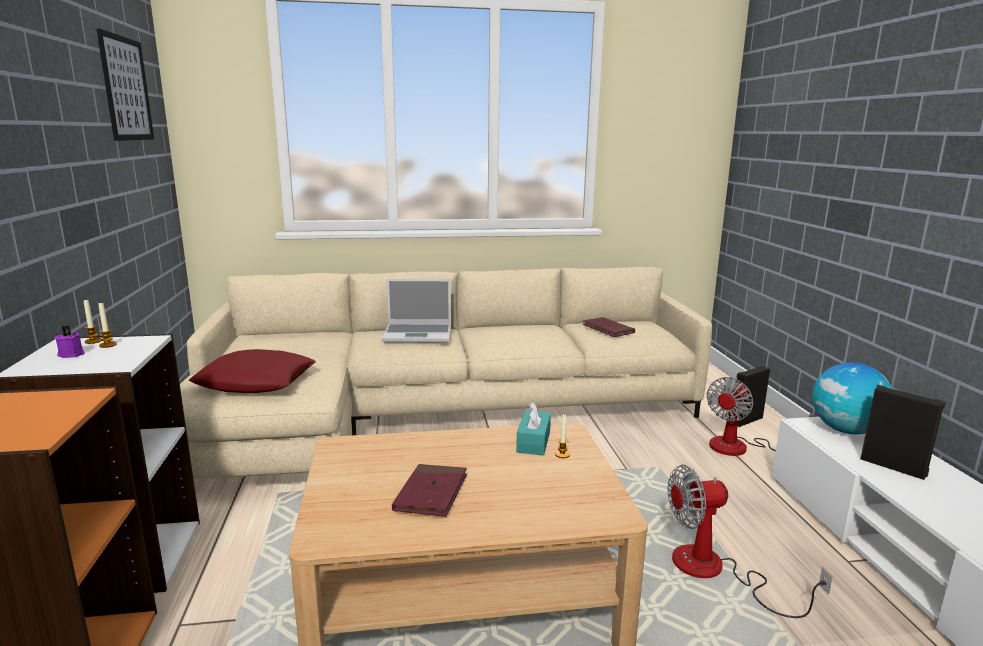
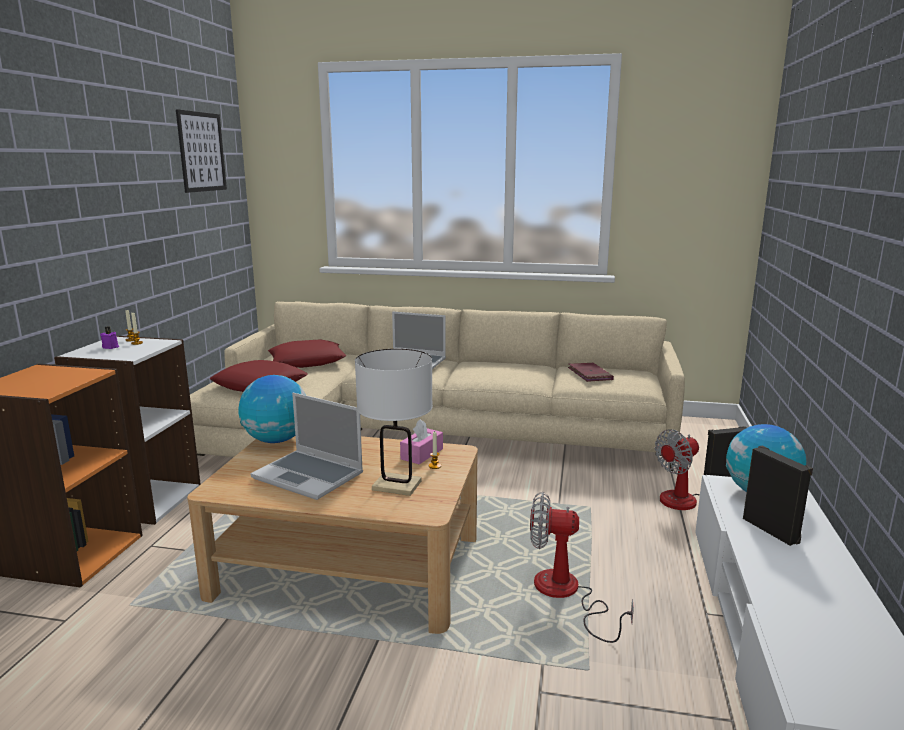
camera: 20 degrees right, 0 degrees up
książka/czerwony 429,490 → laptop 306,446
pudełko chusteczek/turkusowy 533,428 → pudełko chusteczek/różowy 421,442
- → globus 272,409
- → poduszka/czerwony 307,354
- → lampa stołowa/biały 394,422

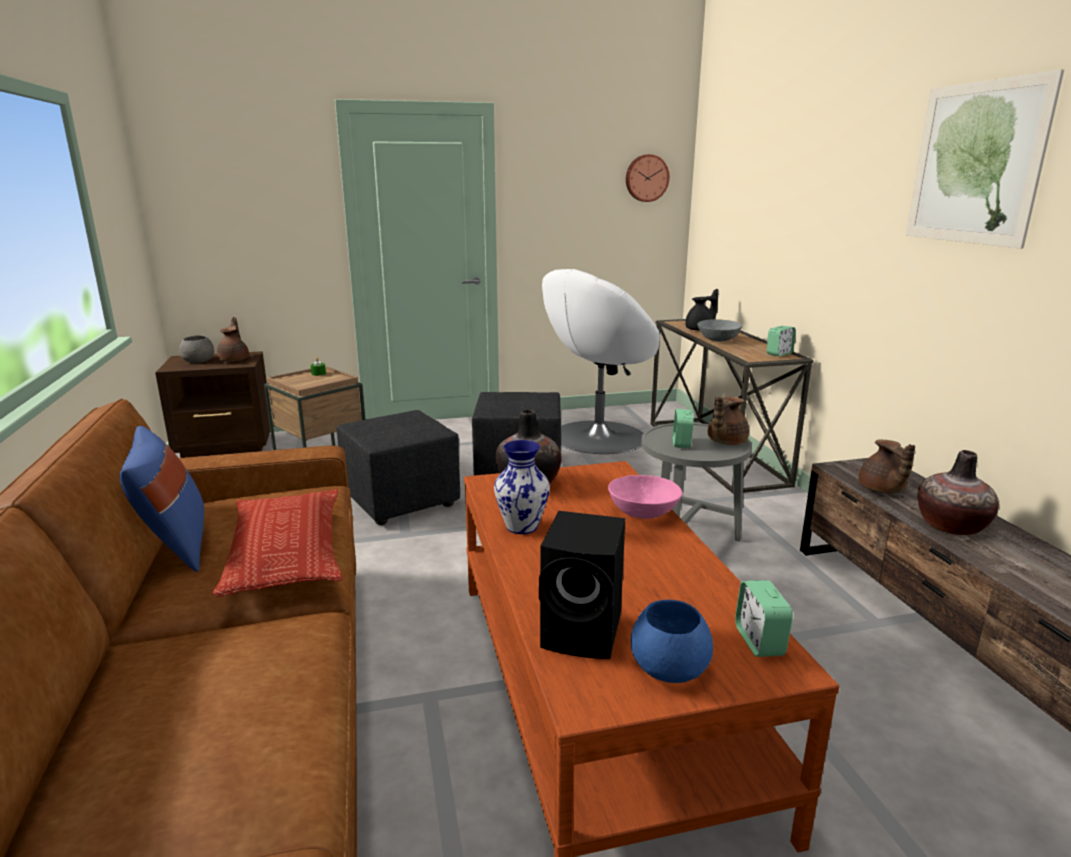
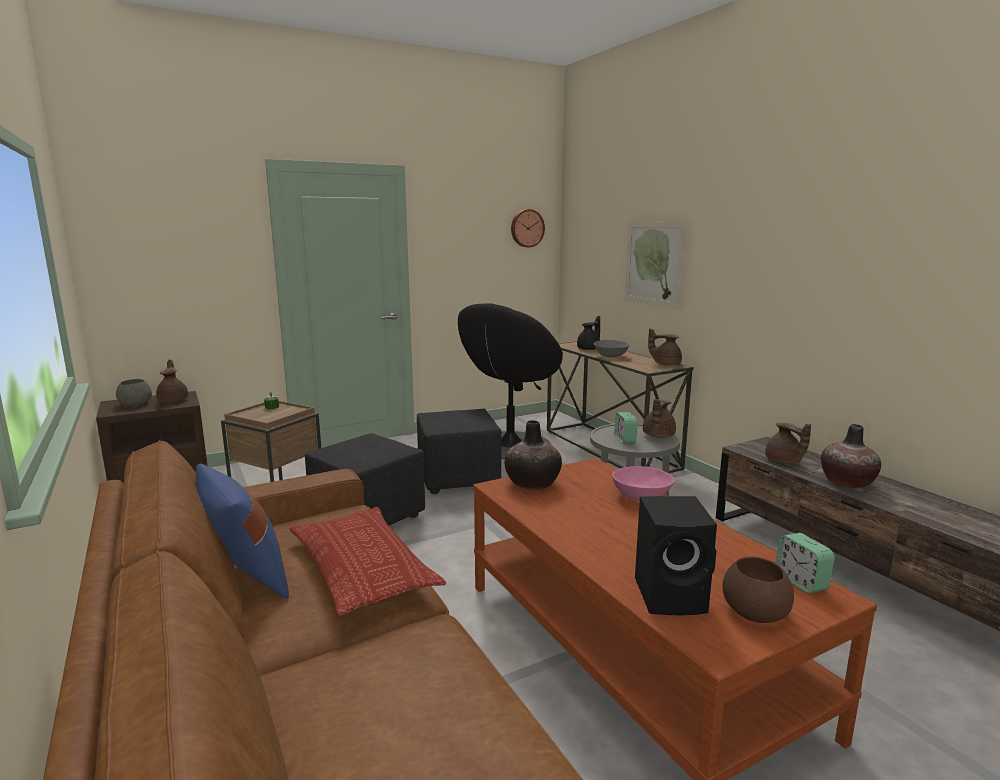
camera: 15 degrees left, 5 degrees down
wazon 522,487 → -
fotel/biały 601,361 → fotel/czarny 510,381
miska/niebieski 672,641 → miska/brązowy 758,590
budzik 781,341 → imbryk/brązowy 665,346
obraz 985,158 → obraz 656,265, relocated

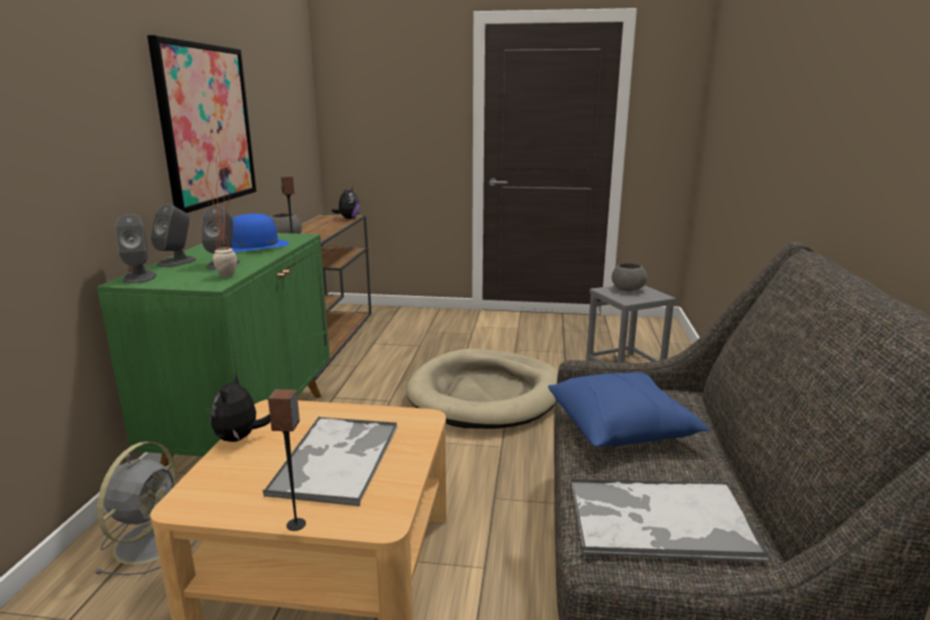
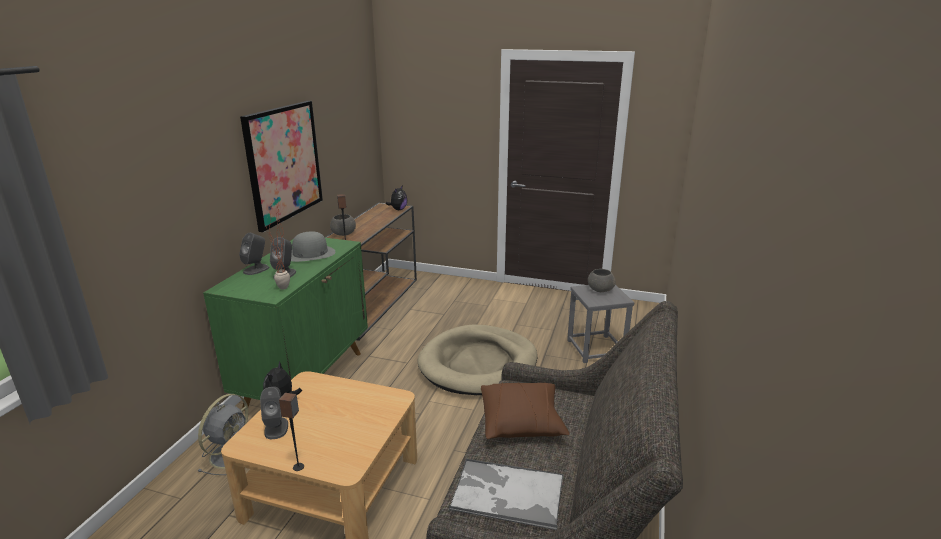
camera: 10 degrees right, 5 degrees up
głośnik/szary 135,249 → głośnik/szary 274,413, relocated
kapelusz/niebieski 260,233 → kapelusz/szary 313,246
taca 330,461 → -
poduszka/niebieski 629,409 → poduszka/brązowy 525,411

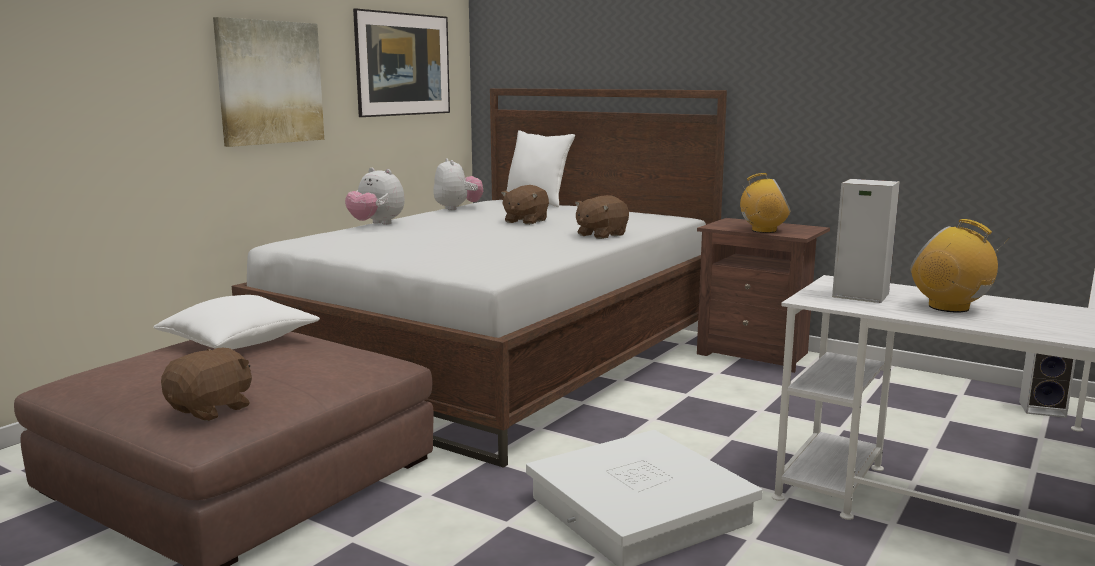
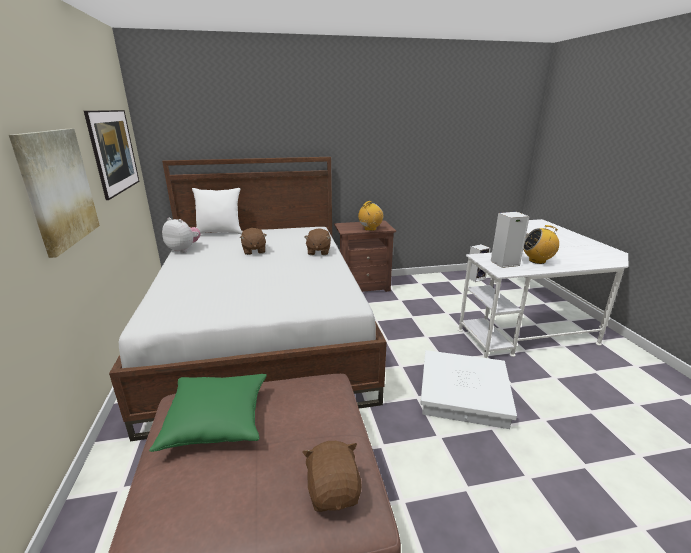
camera: 45 degrees left, 10 degrees up
poduszka/biały 237,322 → poduszka/zielony 208,413
pluszak 375,196 → -

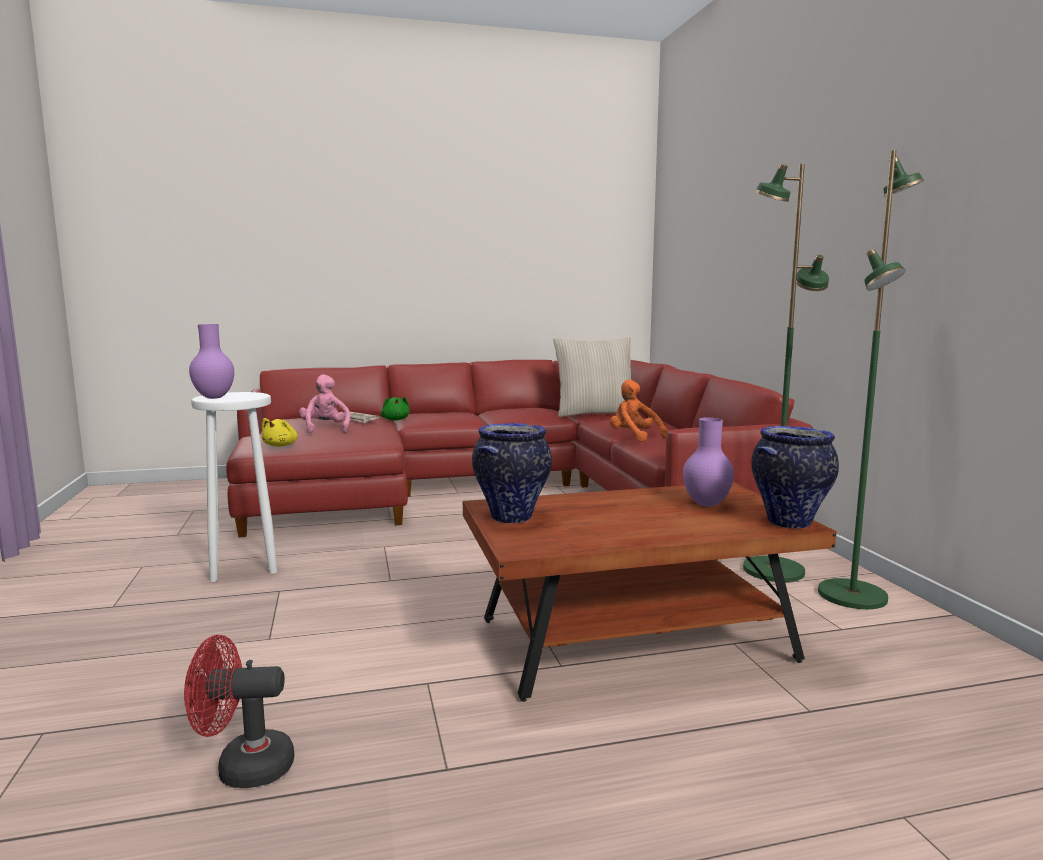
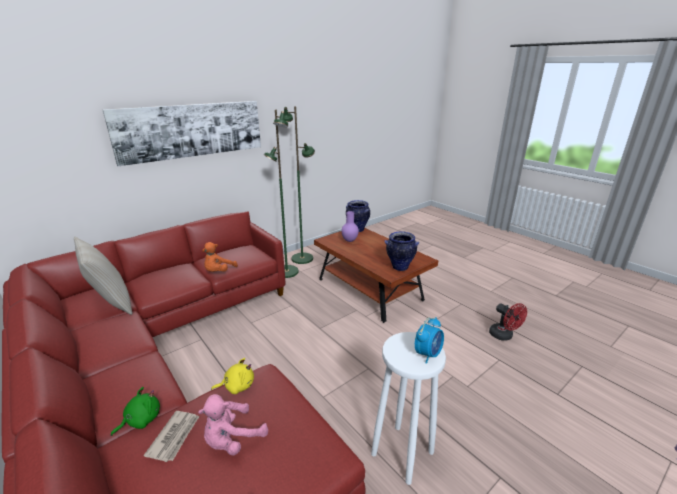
camera: 115 degrees left, 15 degrees up
wazon/fioletowy 211,361 → budzik 429,340
pluszak/żółty 279,432 → pluszak/żółty 232,376, relocated
- → obraz 182,133

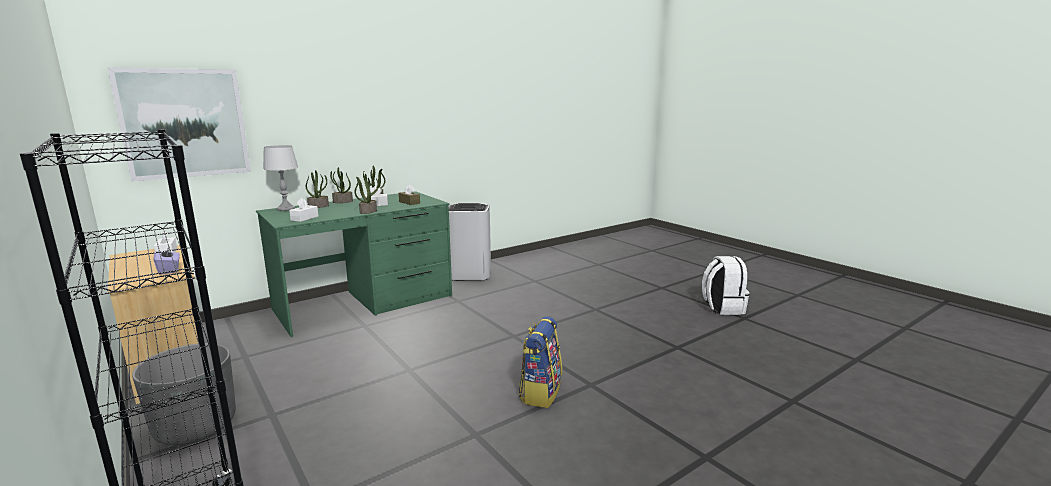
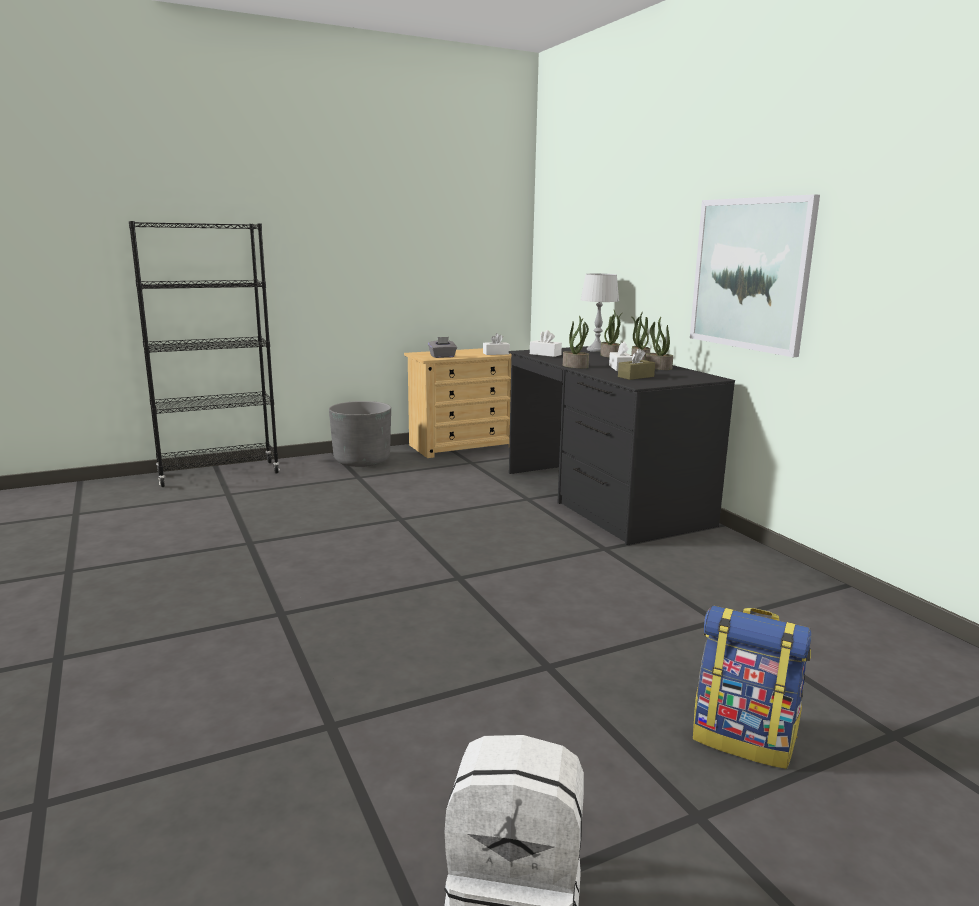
camera: 100 degrees right, 0 degrees up
obraz 179,124 → obraz 755,275, relocated
pudełko chusteczek/fioletowy 166,260 → pudełko chusteczek/szary 442,347
biurko/zielony 354,264 → biurko/czarny 622,445
kosz na śmieci/biały 470,242 → -
plecak 540,362 → plecak 752,687, relocated

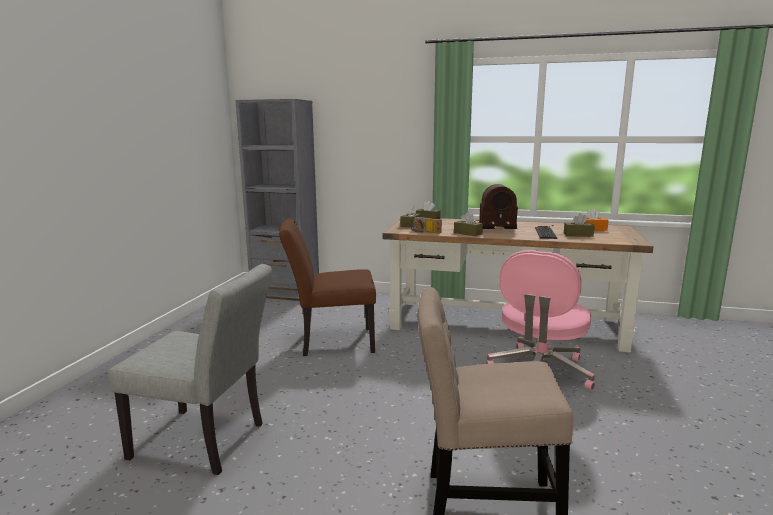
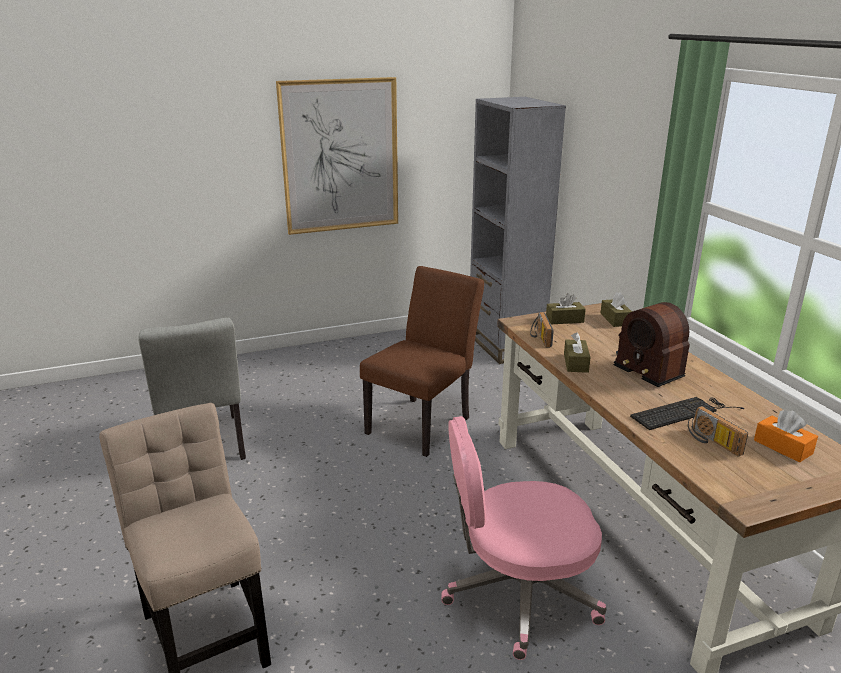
camera: 55 degrees right, 10 degrees up
krzesło/brązowy 327,287 → krzesło/brązowy 422,361, 75 degrees clockwise
pudełko chusteczek/brązowy 579,225 → radio 718,431
- → obraz 337,156

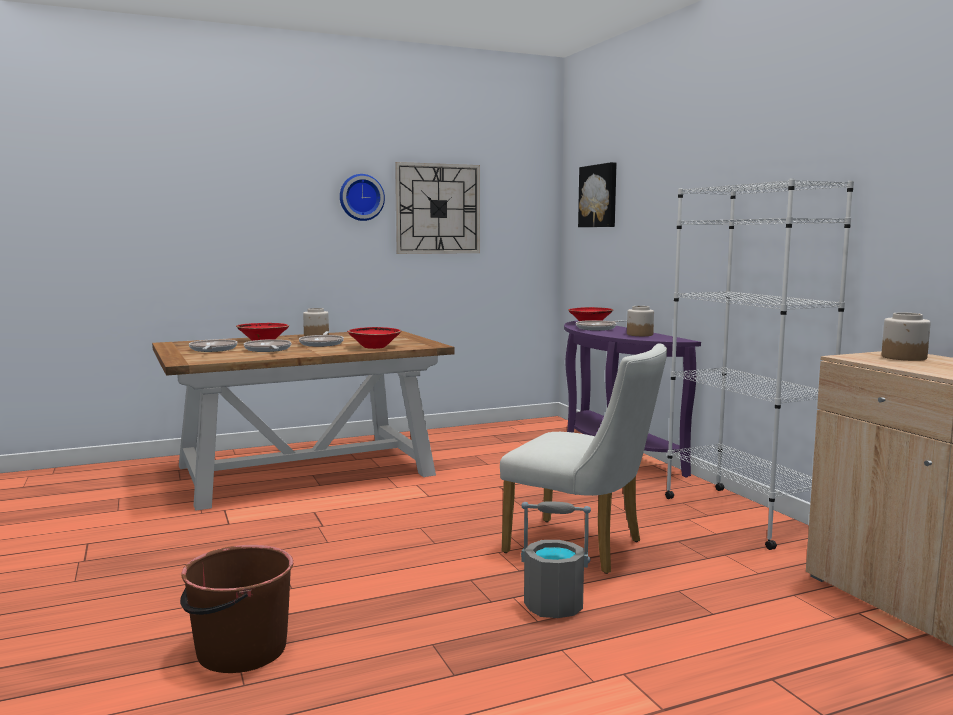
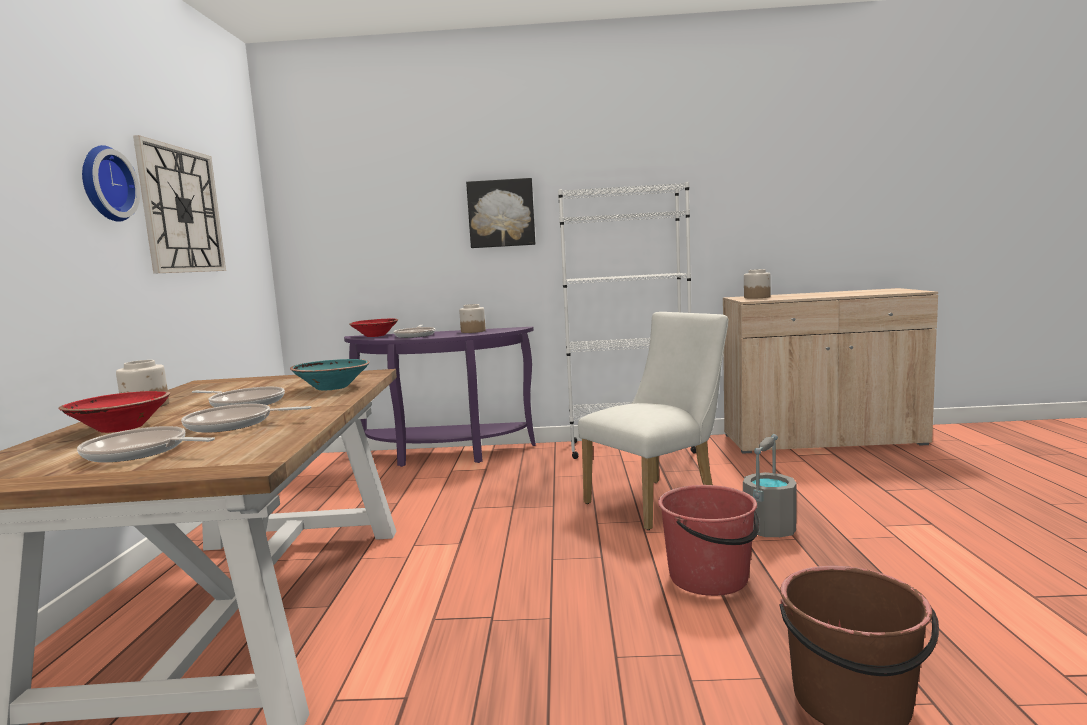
camera: 65 degrees left, 0 degrees up
miska/czerwony 374,338 → miska/turkusowy 330,374
obraz 597,194 → obraz 501,213, relocated
- → wiadro/czerwony 709,540

